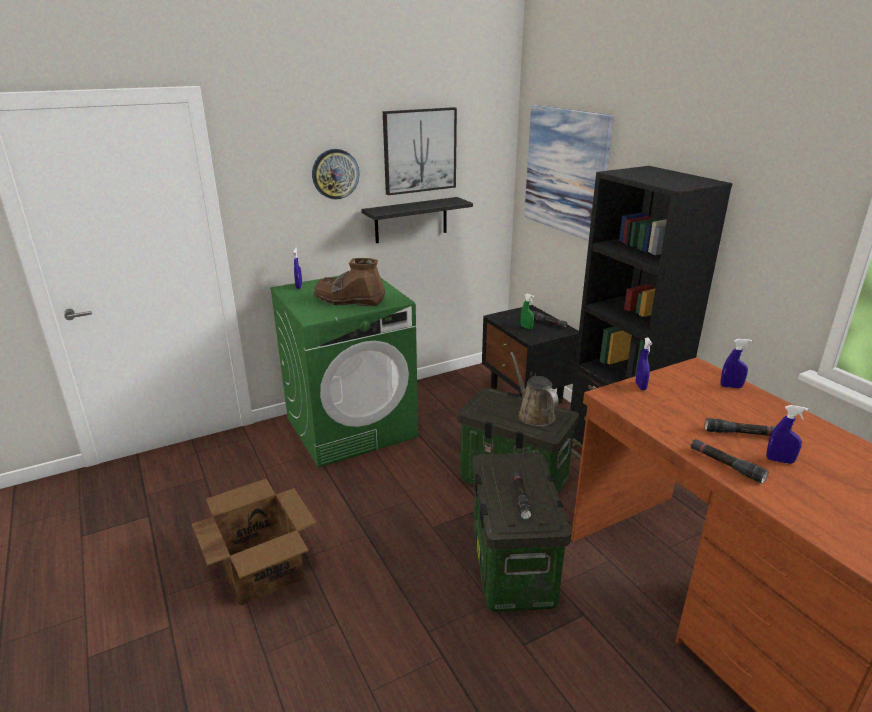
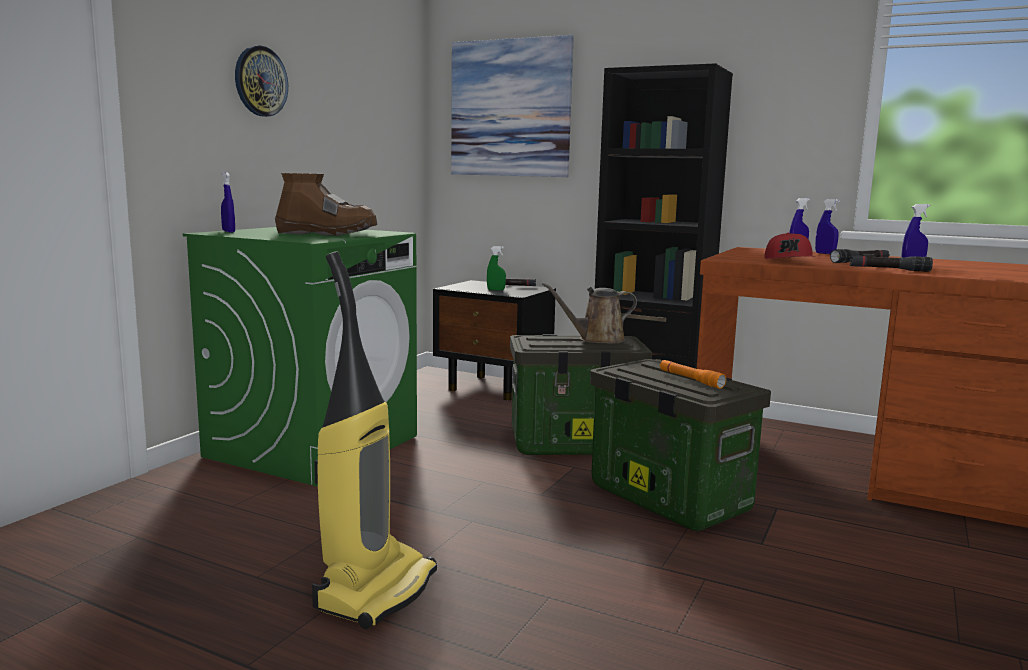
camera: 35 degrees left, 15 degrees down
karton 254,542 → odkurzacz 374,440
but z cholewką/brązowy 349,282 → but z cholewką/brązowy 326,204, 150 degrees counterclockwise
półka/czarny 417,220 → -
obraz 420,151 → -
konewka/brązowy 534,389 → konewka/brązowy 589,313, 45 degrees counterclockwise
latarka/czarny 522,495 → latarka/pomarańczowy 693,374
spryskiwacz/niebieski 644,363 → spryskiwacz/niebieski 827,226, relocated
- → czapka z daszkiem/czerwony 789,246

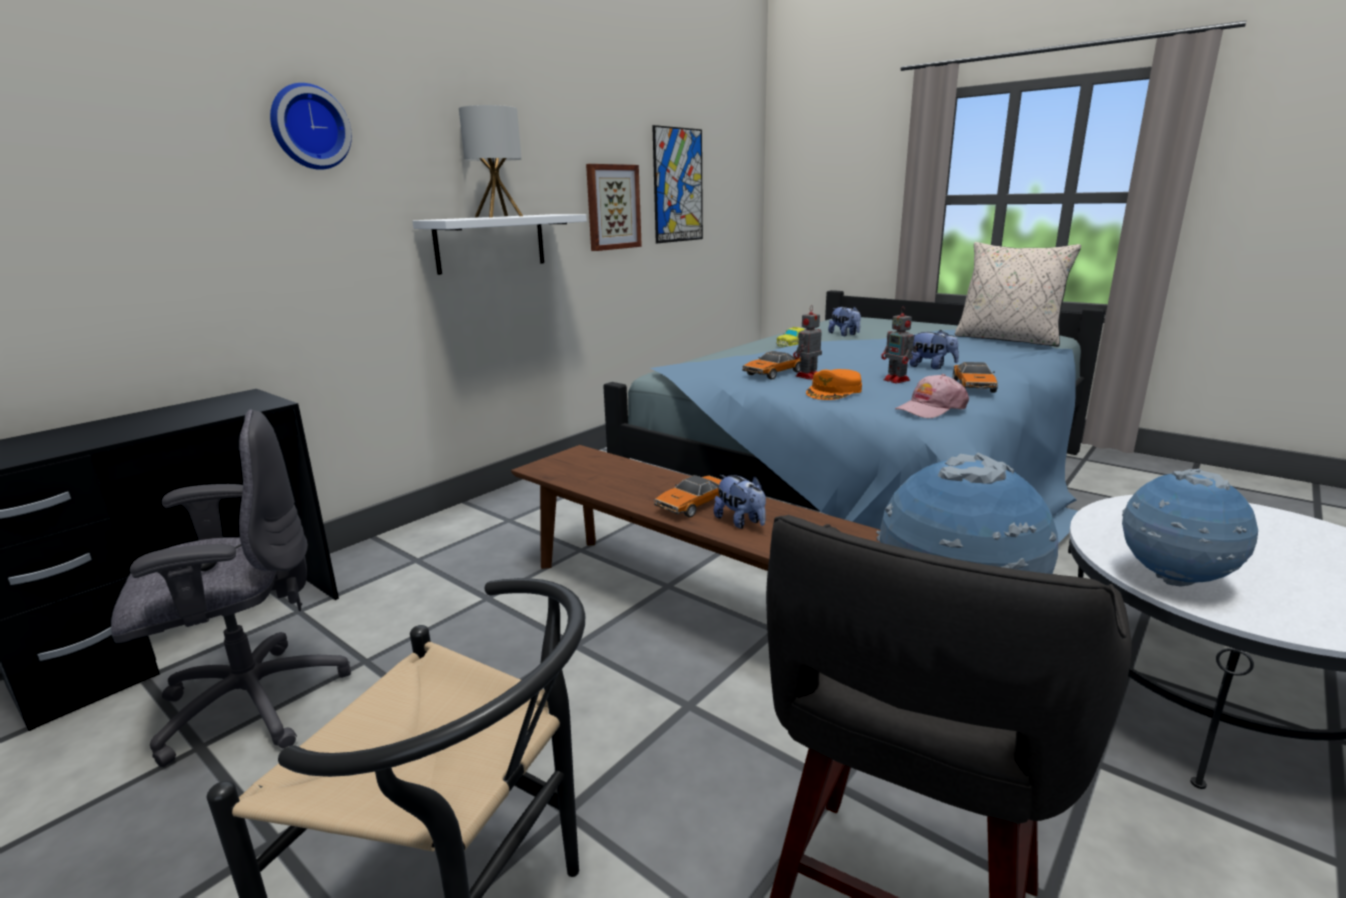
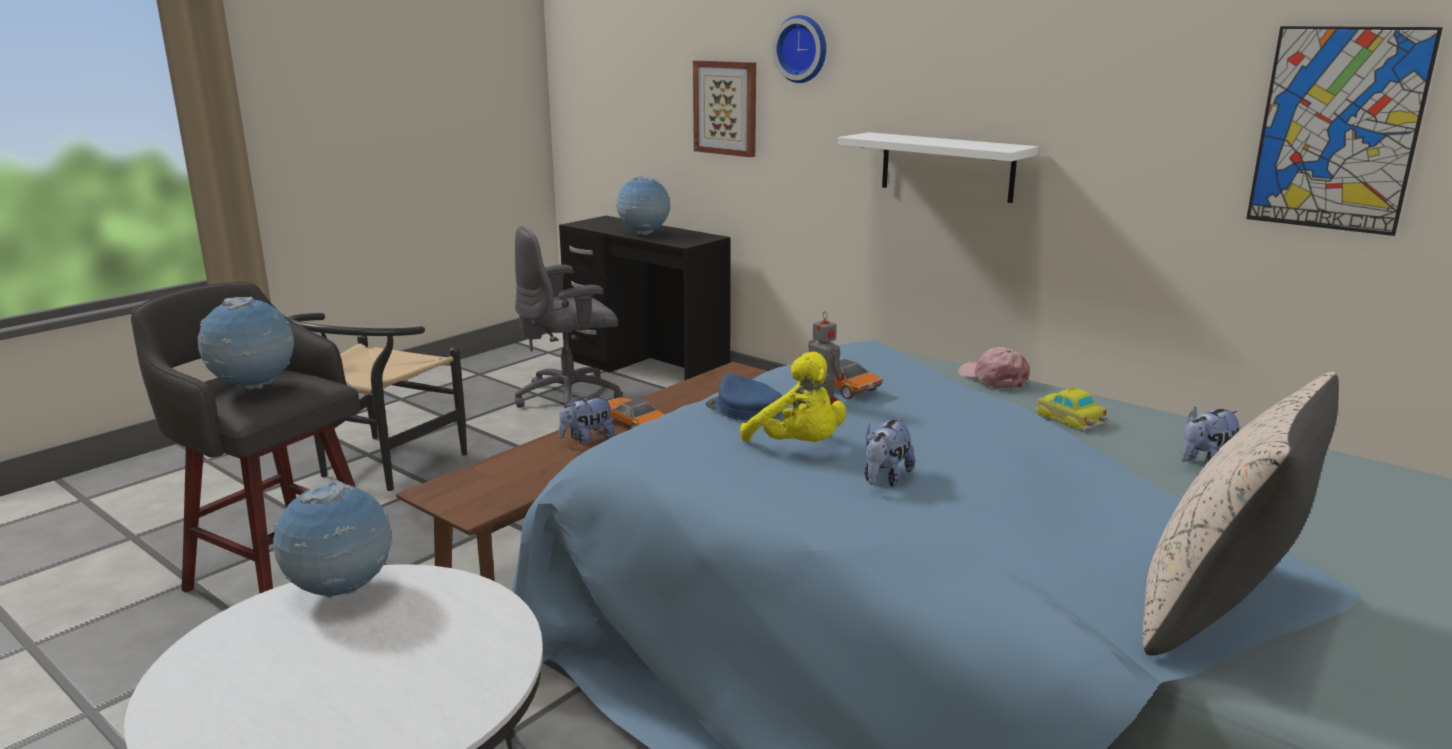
camera: 90 degrees right, 0 degrees up
krzesło biurowe/szary 231,588 → krzesło biurowe/szary 569,317, 90 degrees clockwise
lampa stołowa 491,161 → -
obraz 614,207 → obraz 724,108, relocated
czapka z daszkiem/pomarańczowy 834,384 → czapka z daszkiem/niebieski 744,396
robot zabawkowy 899,345 → pluszak/żółty 793,397
czapka z daszkiem/różowy 932,396 → czapka z daszkiem/różowy 994,368, relocated
samochodzik 975,377 → -
- → globus 643,205

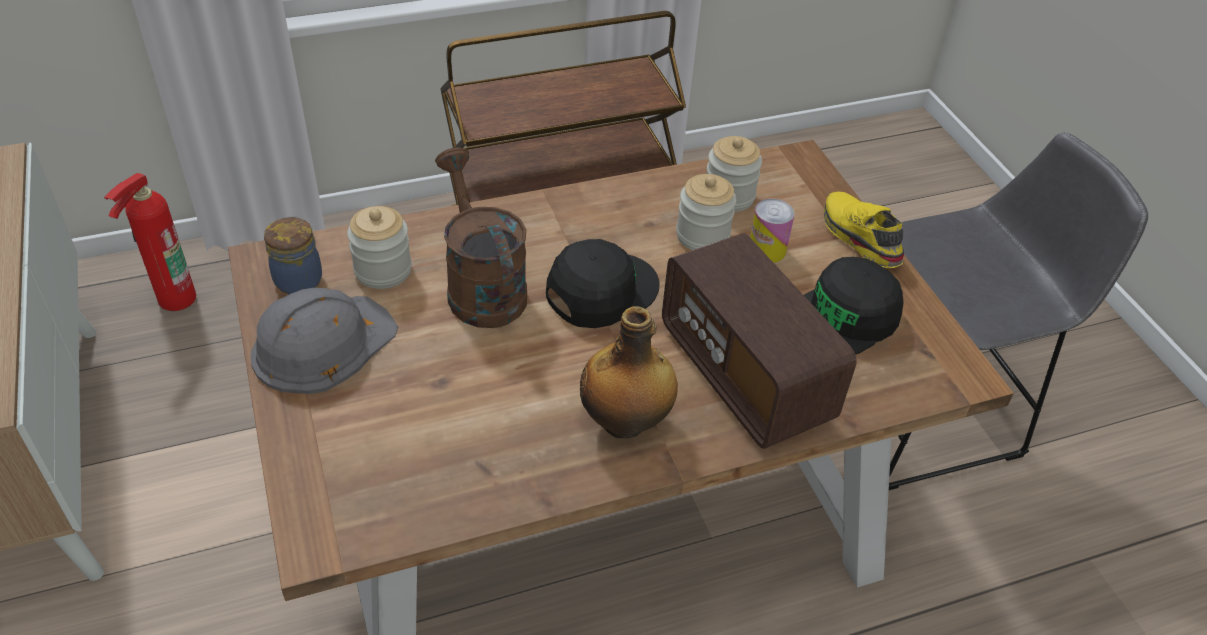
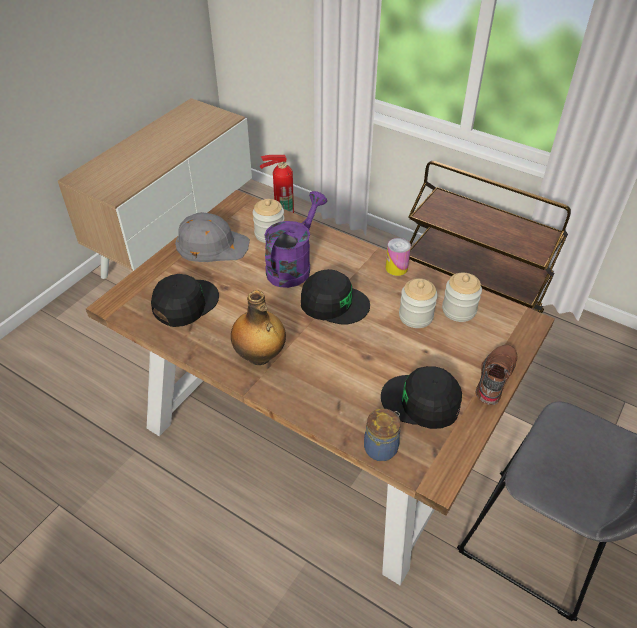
camera: 55 degrees right, 0 degrees up
słoik 293,255 → słoik 382,434, relocated
konewka/brązowy 481,238 → konewka/fioletowy 295,239
radio 759,341 → -
puszka 772,231 → puszka 398,257, relocated
but/żółty 864,229 → but/brązowy 496,374
- → czapka z daszkiem/czarny 185,300

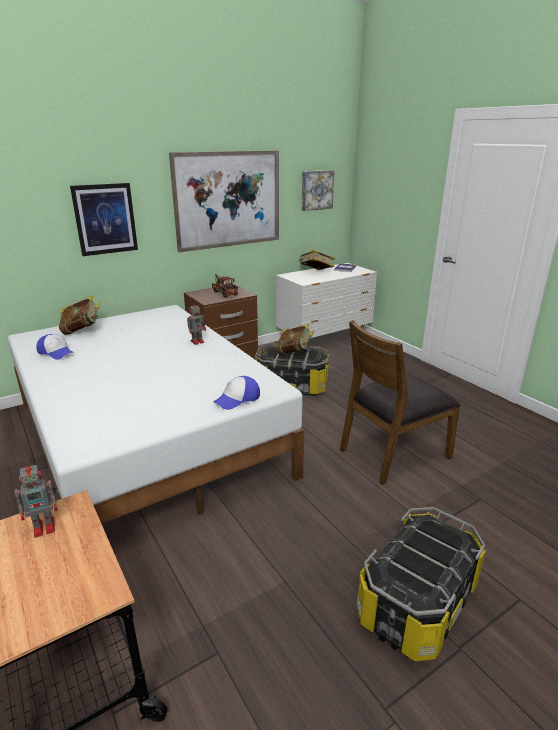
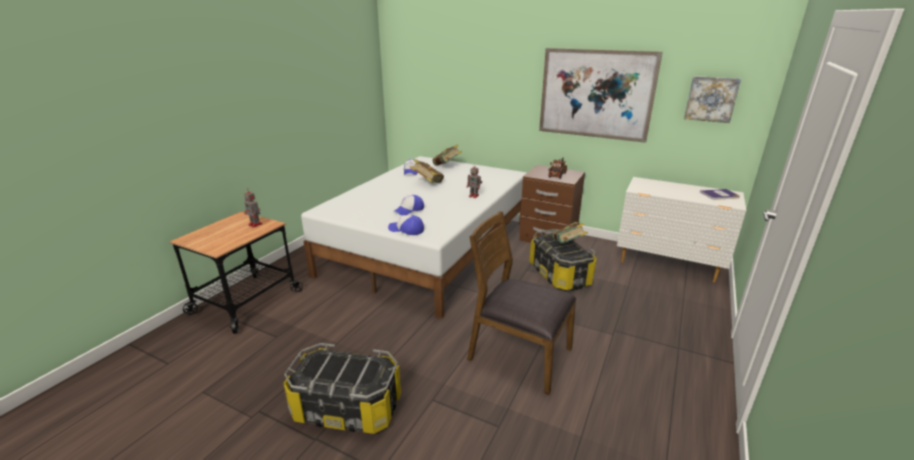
camera: 60 degrees right, 0 degrees up
obraz 104,219 → -
książka 317,260 → książka 427,171, relocated
- → czapka z daszkiem 408,205

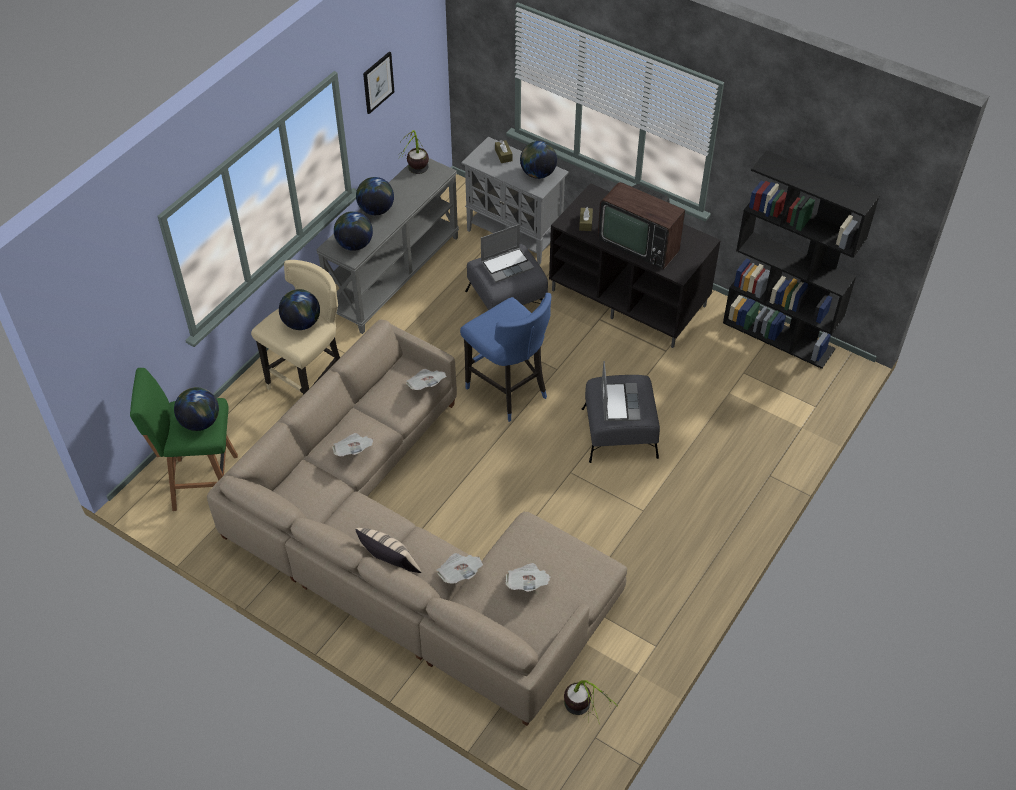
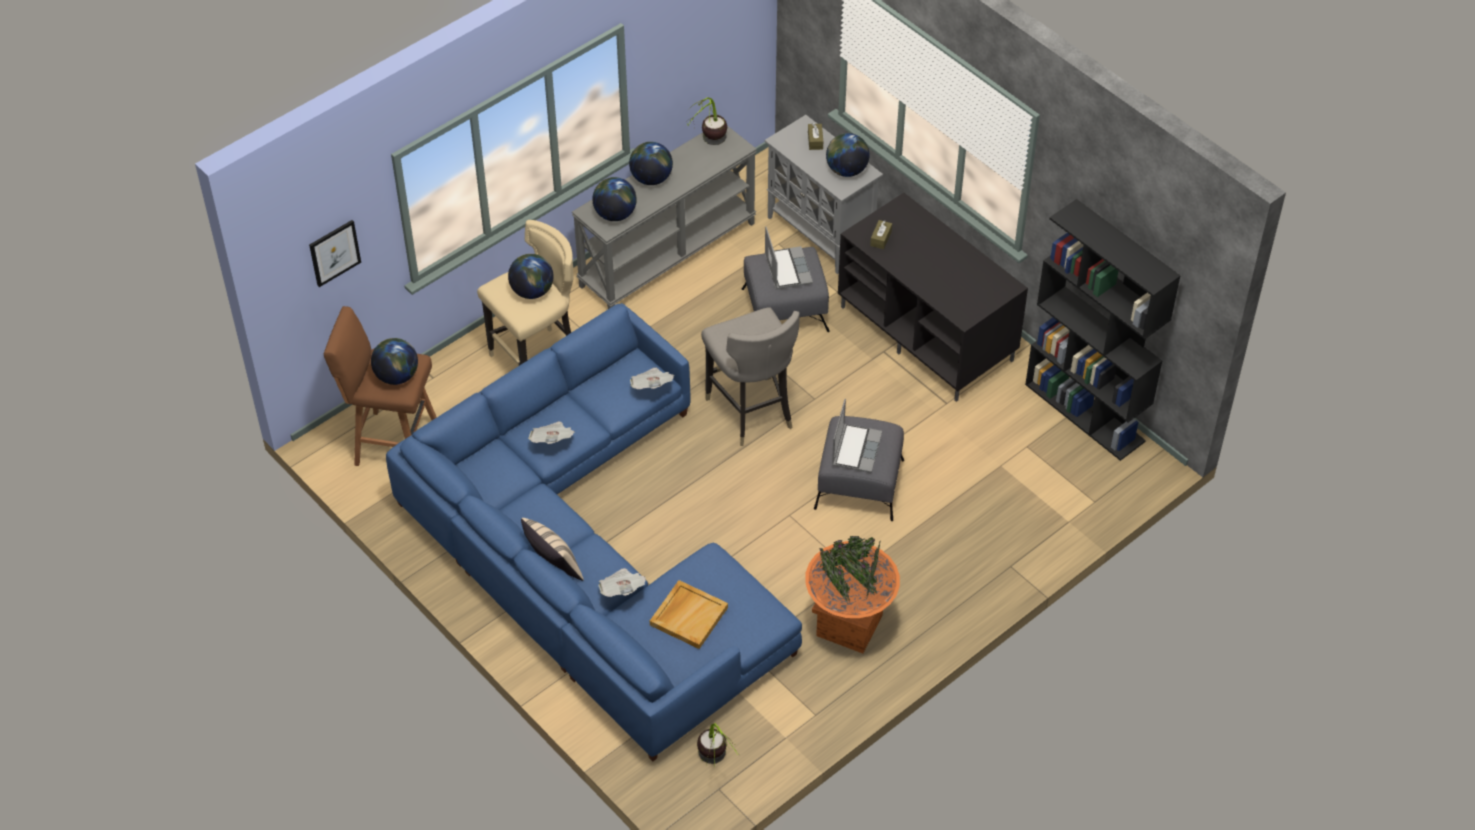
camera: 15 degrees right, 0 degrees up
stołek/zielony 184,439 → stołek/brązowy 380,386
kanapa/beżowy 417,522 → kanapa/niebieski 594,532
obraz 378,83 → obraz 335,253, relocated
stołek/niebieski 505,357 → stołek/szary 750,376
laptop 507,253 → laptop 789,257, 90 degrees counterclockwise
gazeta 528,577 → taca/beżowy 689,614
telewizor 641,225 → -
- → donica/pomarańczowy 852,594

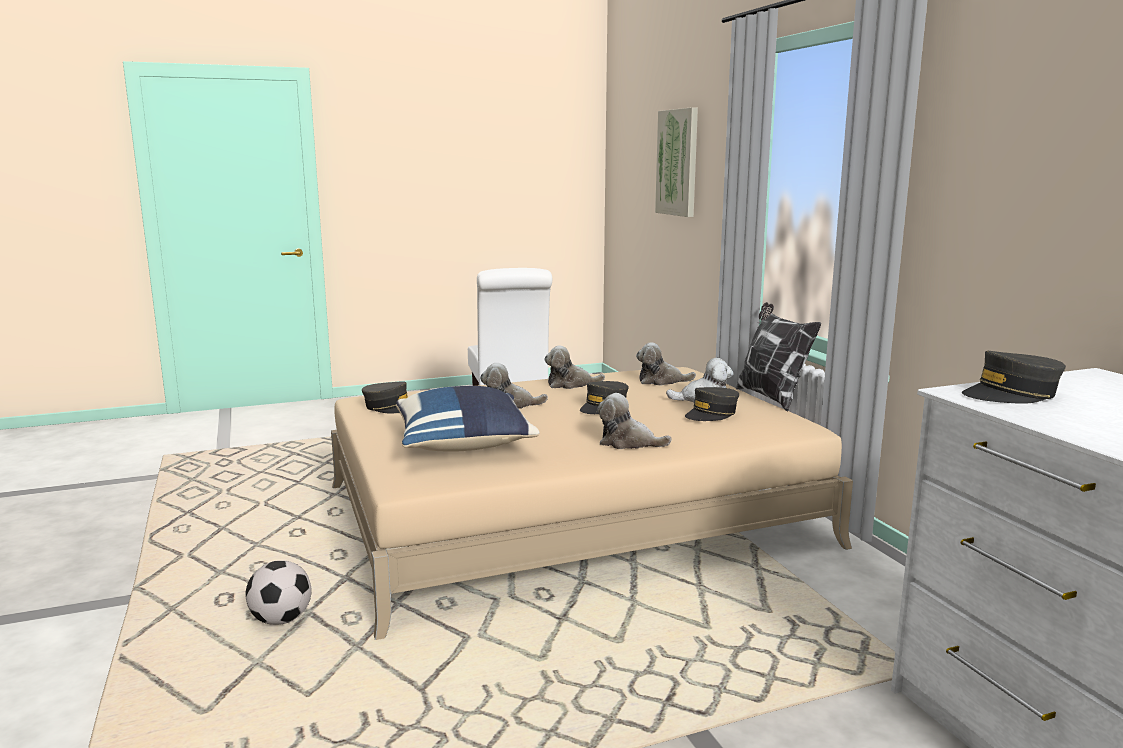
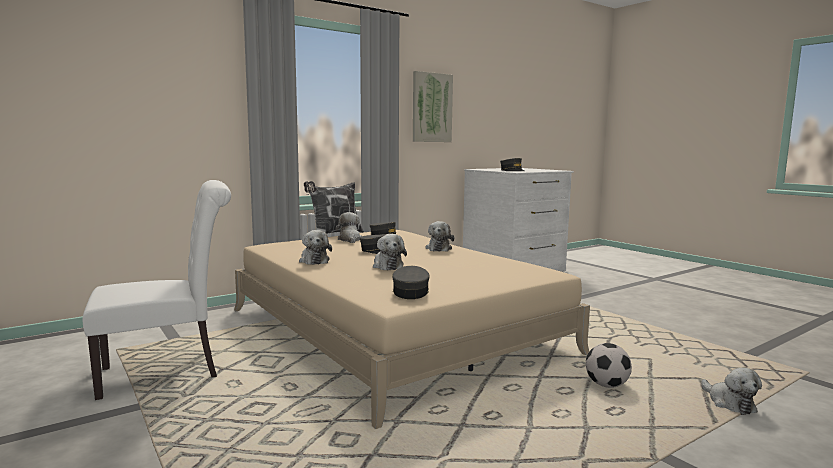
camera: 105 degrees left, 5 degrees down
poduszka/niebieski 468,419 → -
pluszak 666,364 → pluszak 731,391, relocated
obraz 676,162 → obraz 433,106, relocated

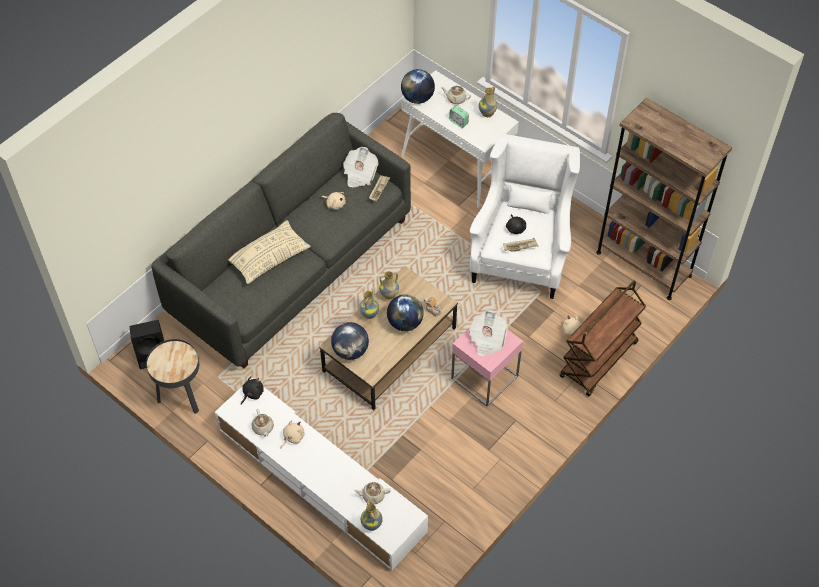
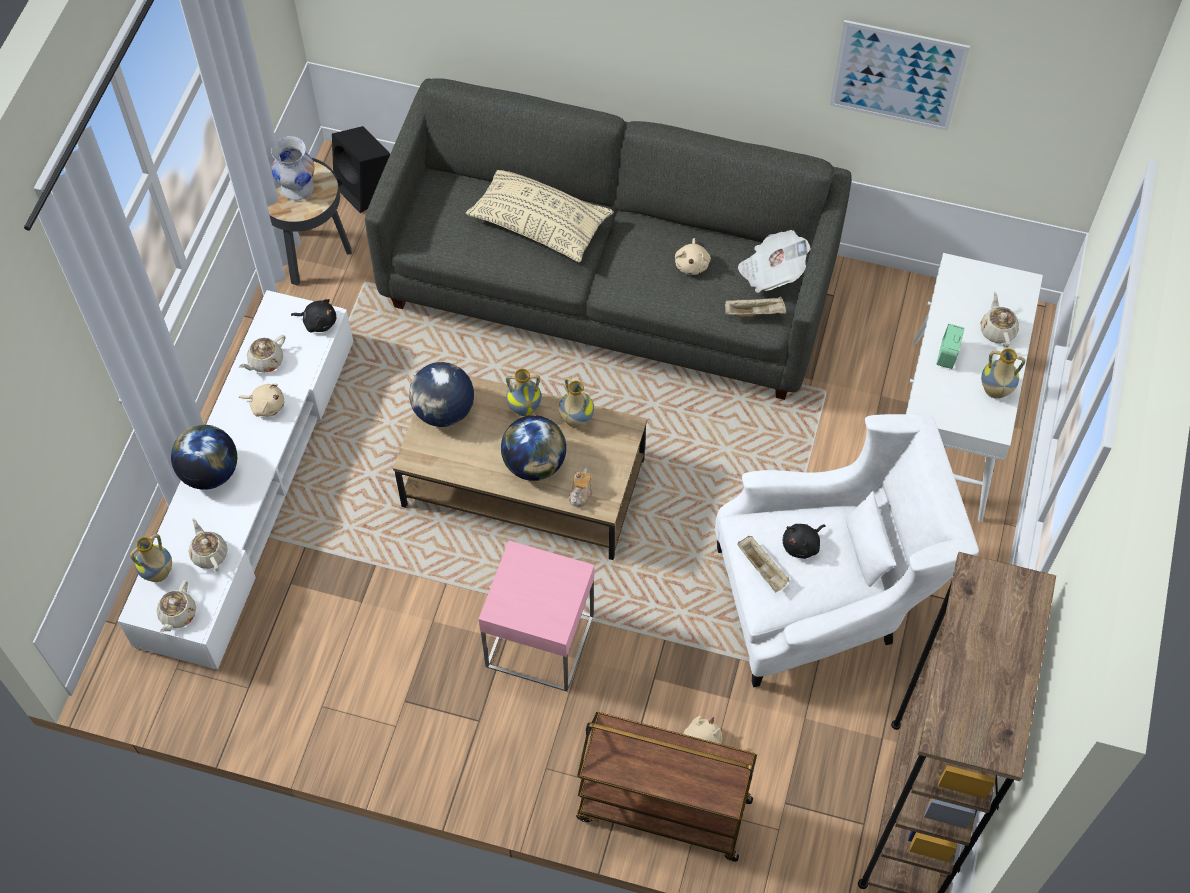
camera: 65 degrees right, 5 degrees up
globus 418,86 → globus 204,457, relocated
gazeta 488,333 → -
- → imbryk/beżowy 176,607
- → wazon/biały 293,168
- → obraz 899,75

